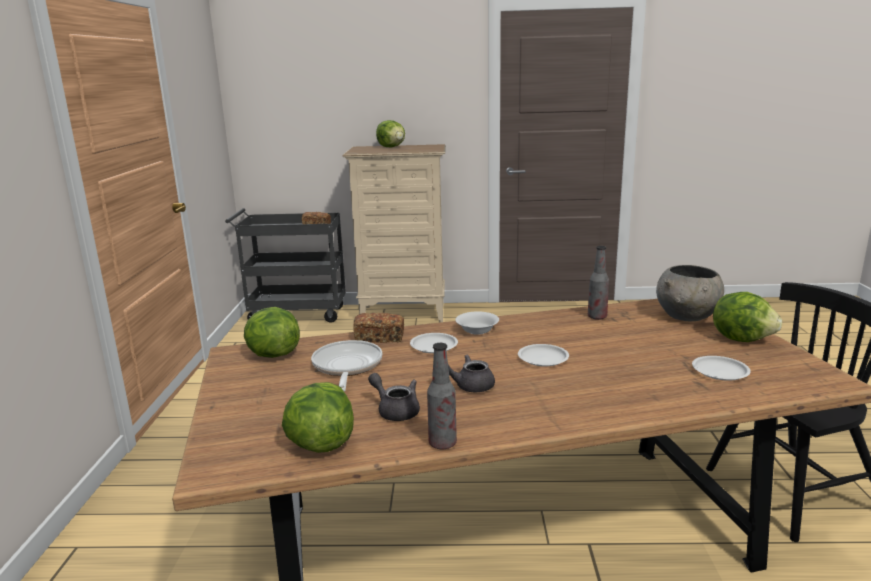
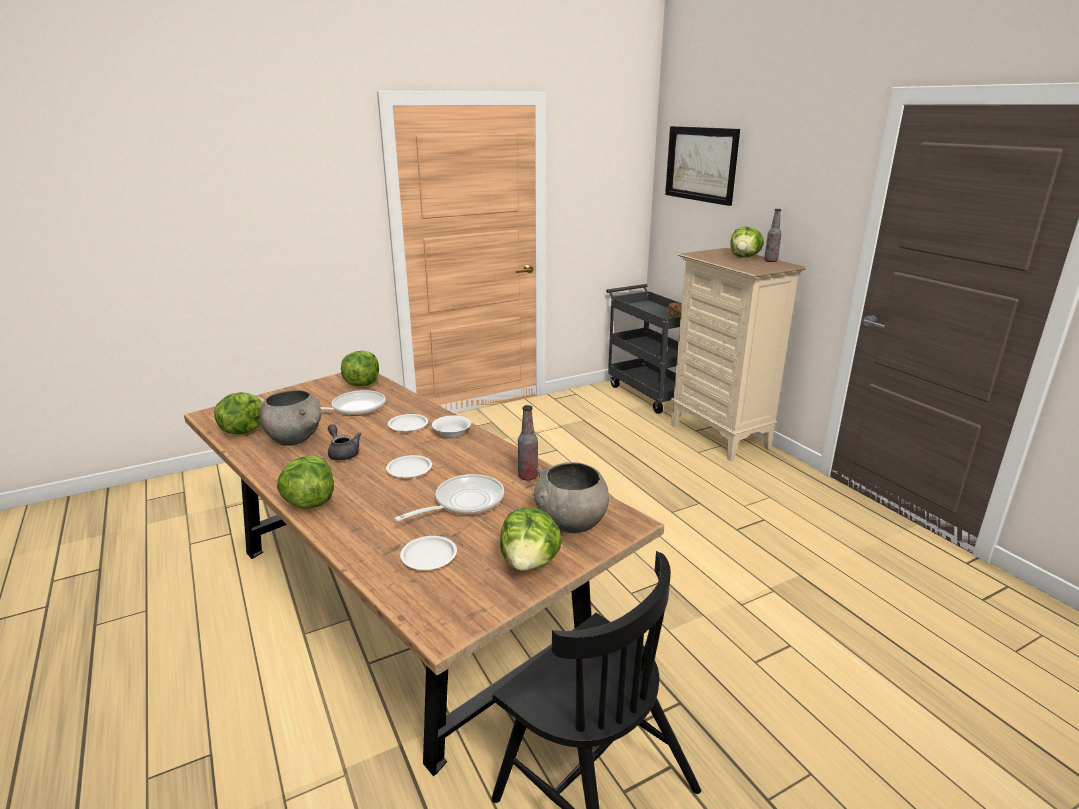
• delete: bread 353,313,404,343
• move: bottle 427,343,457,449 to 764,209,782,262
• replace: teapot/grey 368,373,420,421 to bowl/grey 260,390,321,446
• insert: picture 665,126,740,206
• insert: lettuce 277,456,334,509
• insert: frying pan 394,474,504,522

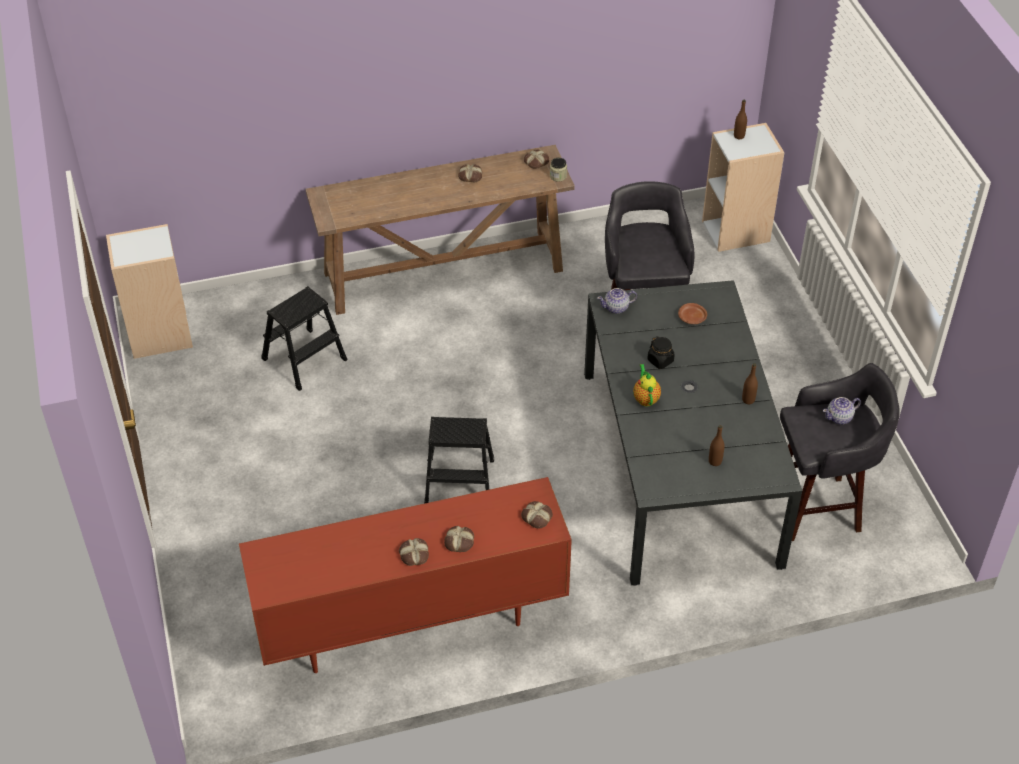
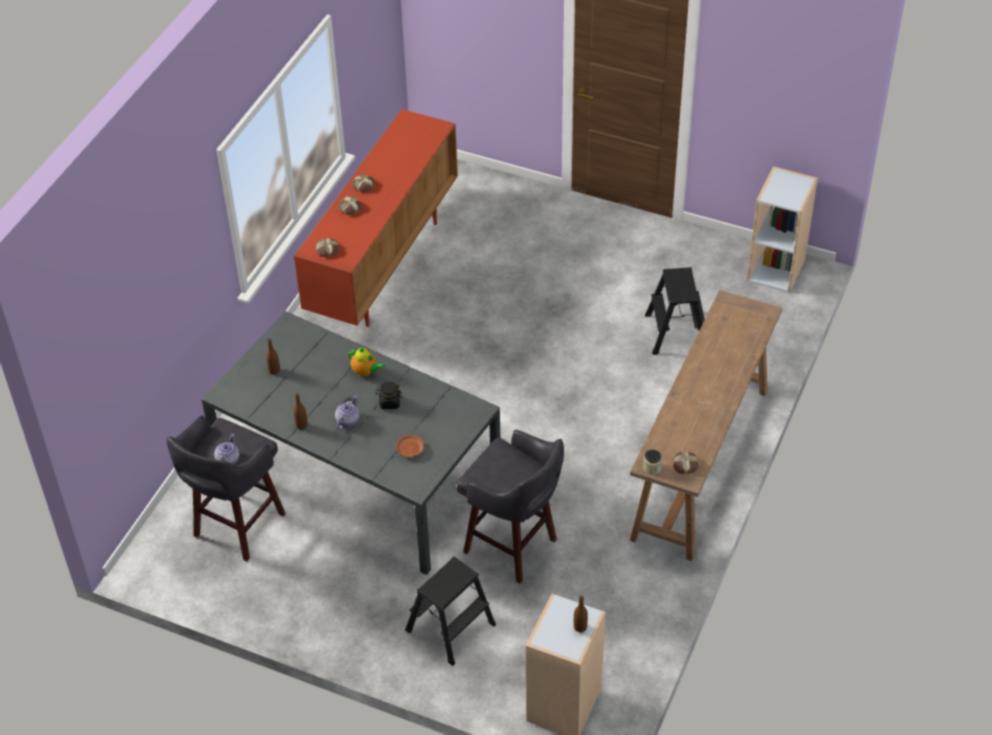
• delete: bread 458,164,482,182
• move: teapot 597,288,637,314 to 335,396,360,430
• move: step ladder/black 424,416,494,504 to 405,557,496,666

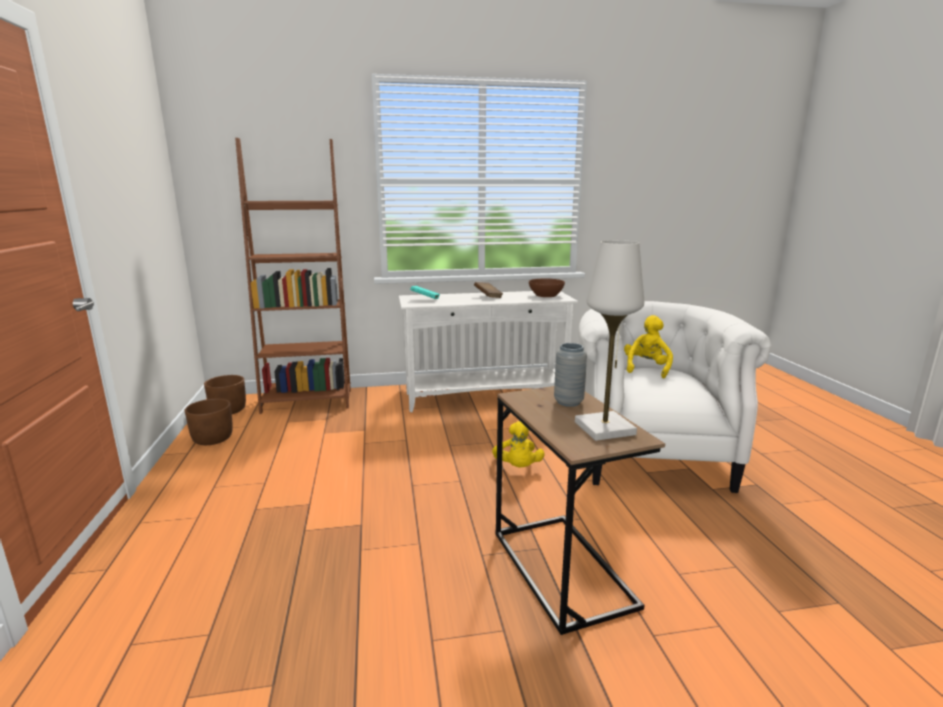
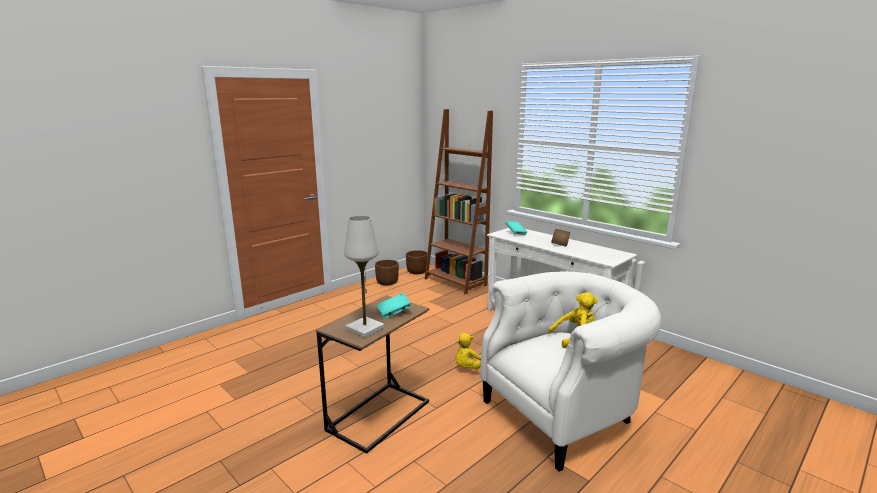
• delete: bowl/brown 529,278,565,297
• replace: vase/grey 554,343,587,407 to book/turquoise 377,293,411,319

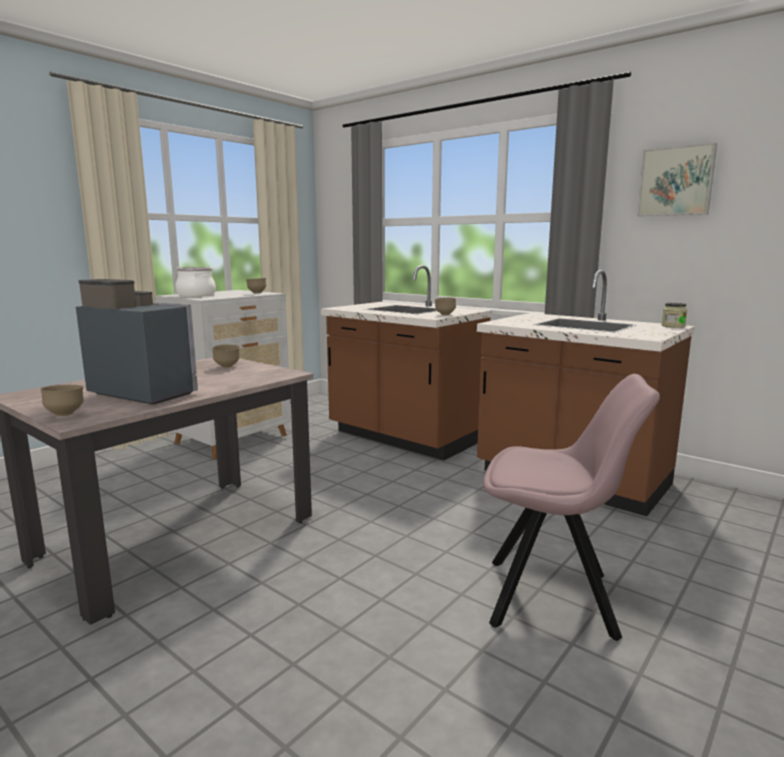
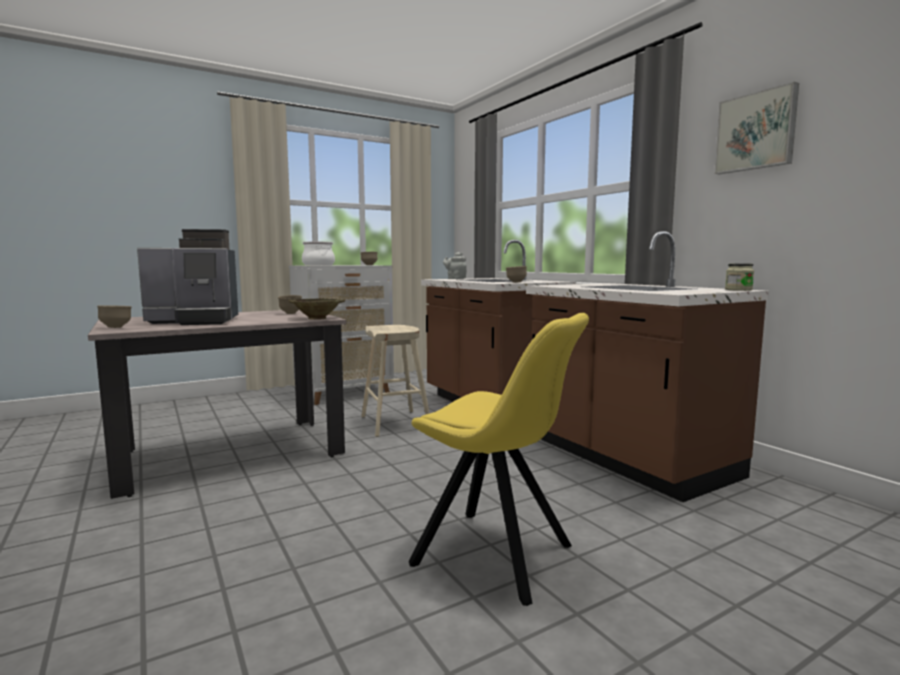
• rotate: coffee machine 76,279,198,405 = 137,229,238,325 120 degrees clockwise
• recolor: chair/pink 483,374,660,641 to chair/yellow 409,313,589,606
• insert: teapot/grey 443,252,467,279
• insert: bowl/beige 289,299,345,320
• insert: stool/beige 361,325,430,437

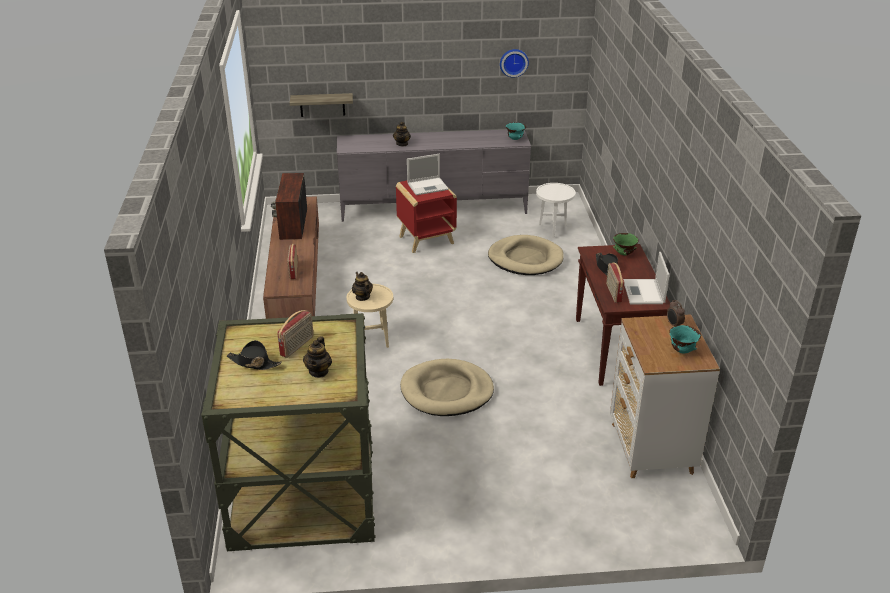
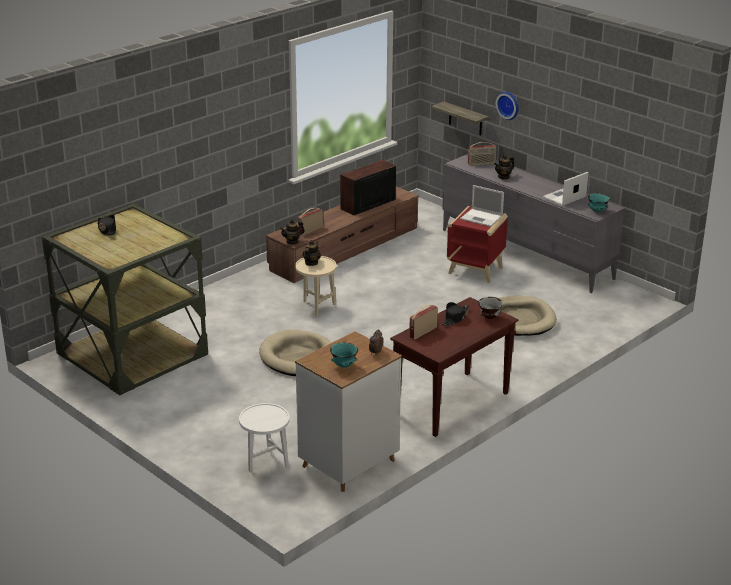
• move: wall clock 500,49,529,77 to 496,92,519,120
• move: side table/white 536,183,575,238 to 239,403,290,472
• recolor: bowl/green 613,233,639,255 to bowl/grey 478,297,503,319
• move: laptop 623,252,670,304 to 543,172,588,206
• move: radio 277,310,314,358 to 468,142,496,166
• move: teapot 303,336,332,378 to 280,219,305,245

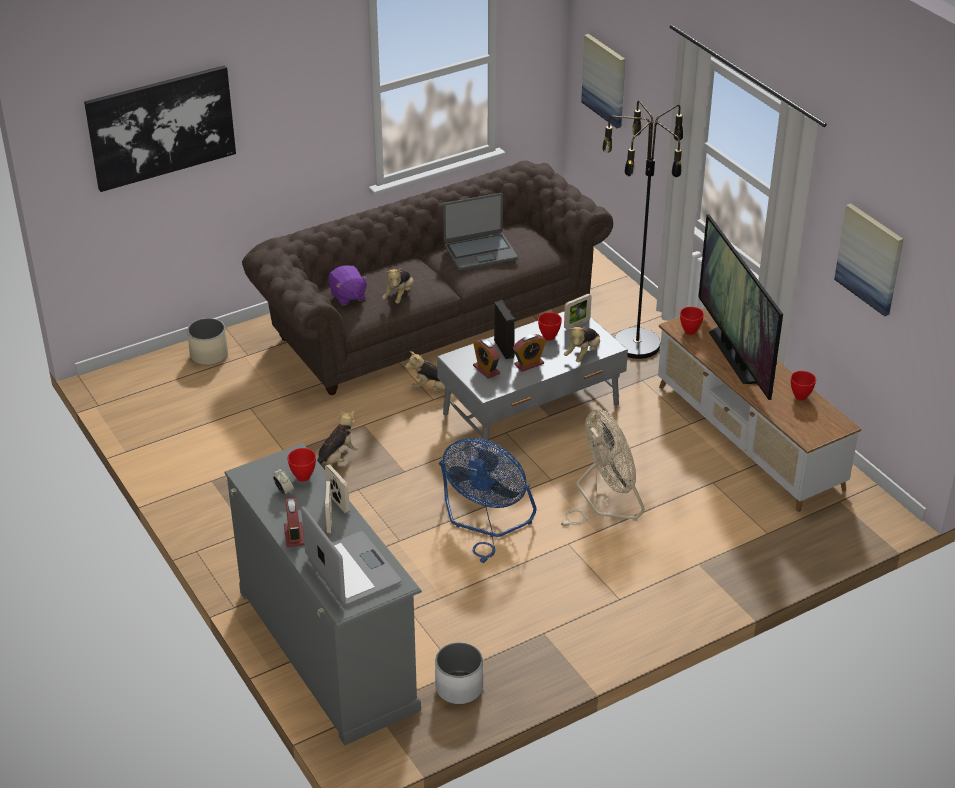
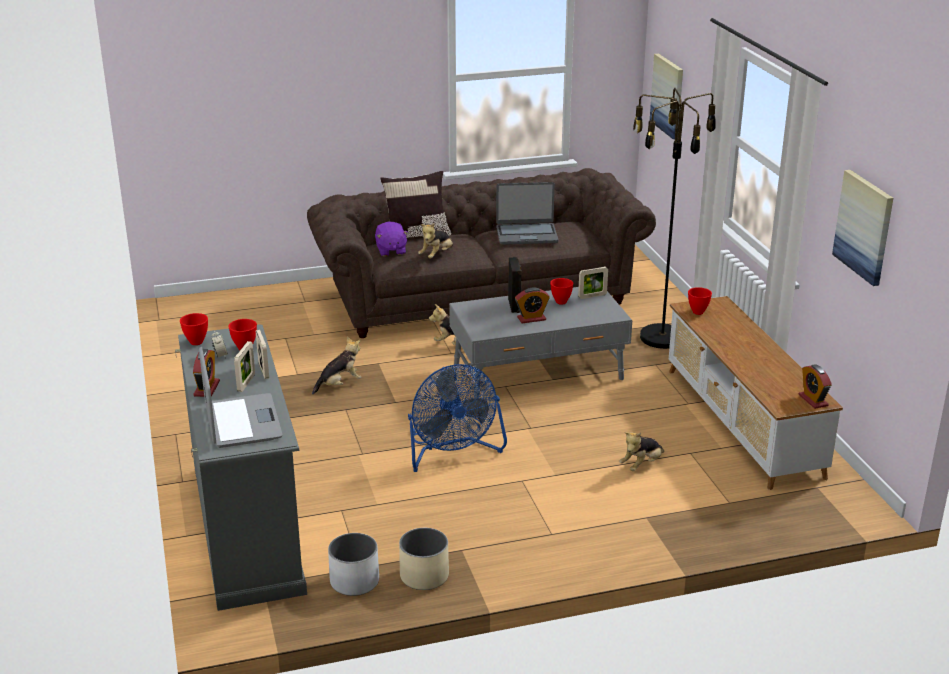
• delete: picture 84,65,236,192
• delete: television 698,214,783,400
• move: planter/beige 187,318,228,365 to 399,528,449,590
• move: plush toy 564,327,600,362 to 619,432,664,471
• move: alarm clock 473,339,500,379 to 799,364,832,409
• move: bowl/red 791,371,816,400 to 180,313,208,345
• delete: fan/beige 561,409,644,526
• rotate: fan/blue 439,438,536,563 = 408,364,507,472 120 degrees clockwise
• insert: pillow 380,171,451,238

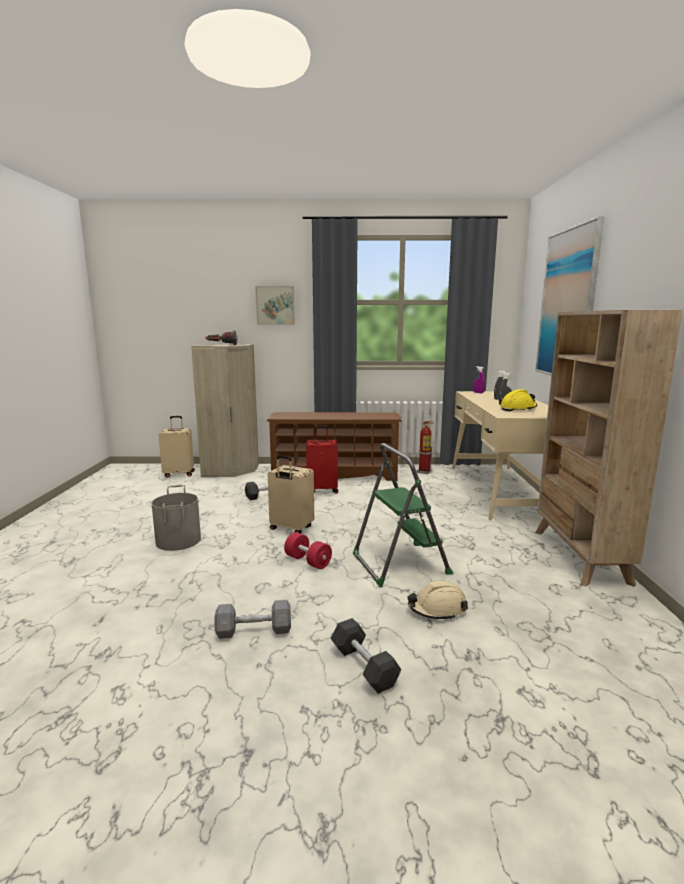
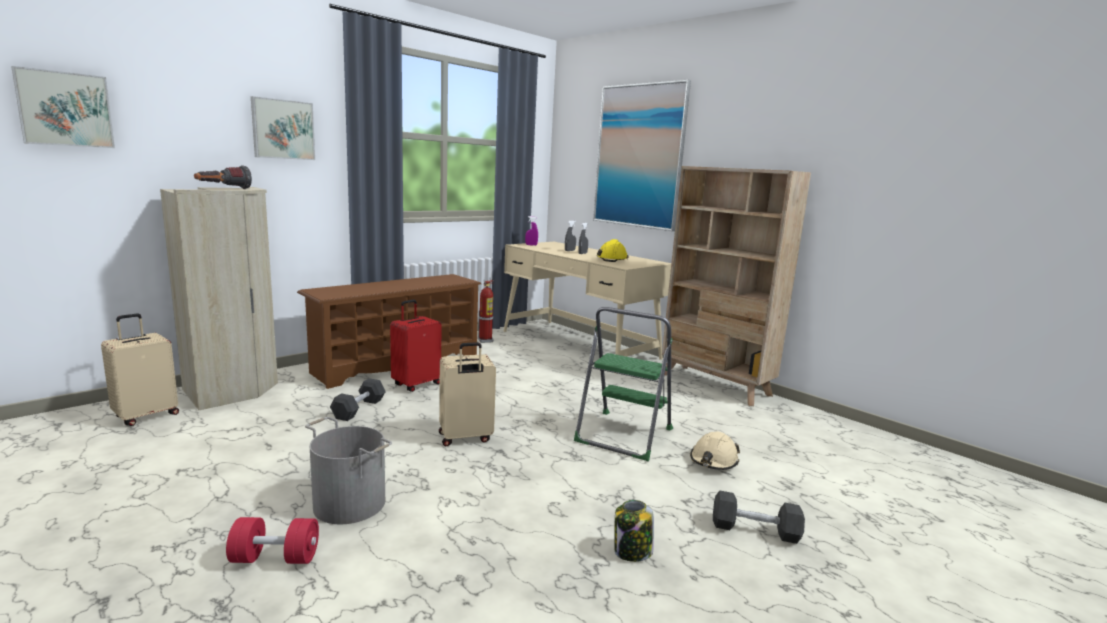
• move: dumbbell/red 284,532,332,569 to 226,517,319,564
• replace: dumbbell/grey 215,600,291,639 to jar 614,500,654,562
• insert: picture 11,66,115,148

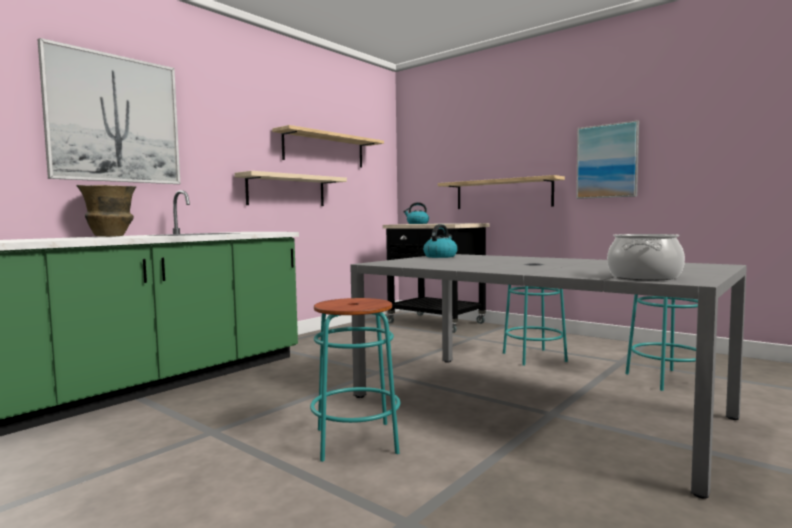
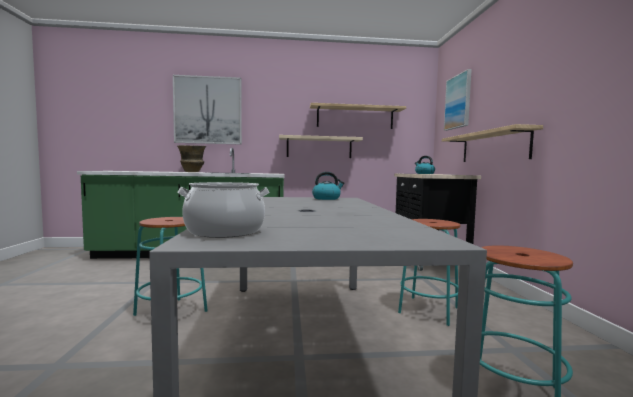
• move: picture 576,120,639,199 to 444,69,472,131

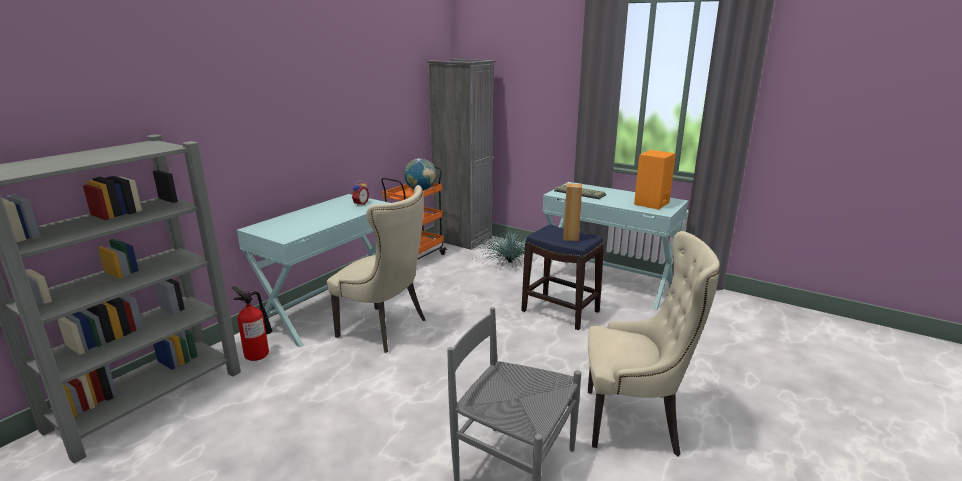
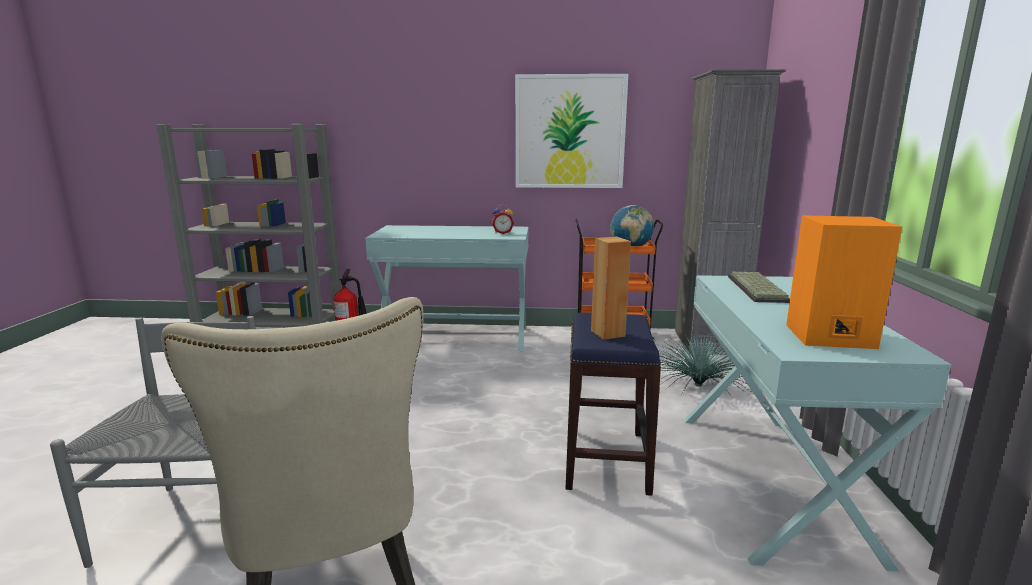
• delete: chair/beige 327,185,425,353
• insert: picture 515,74,628,188

